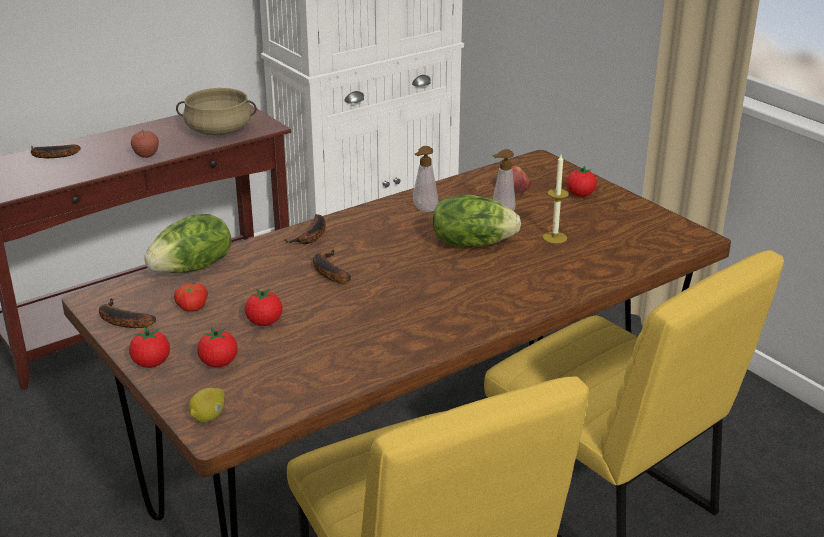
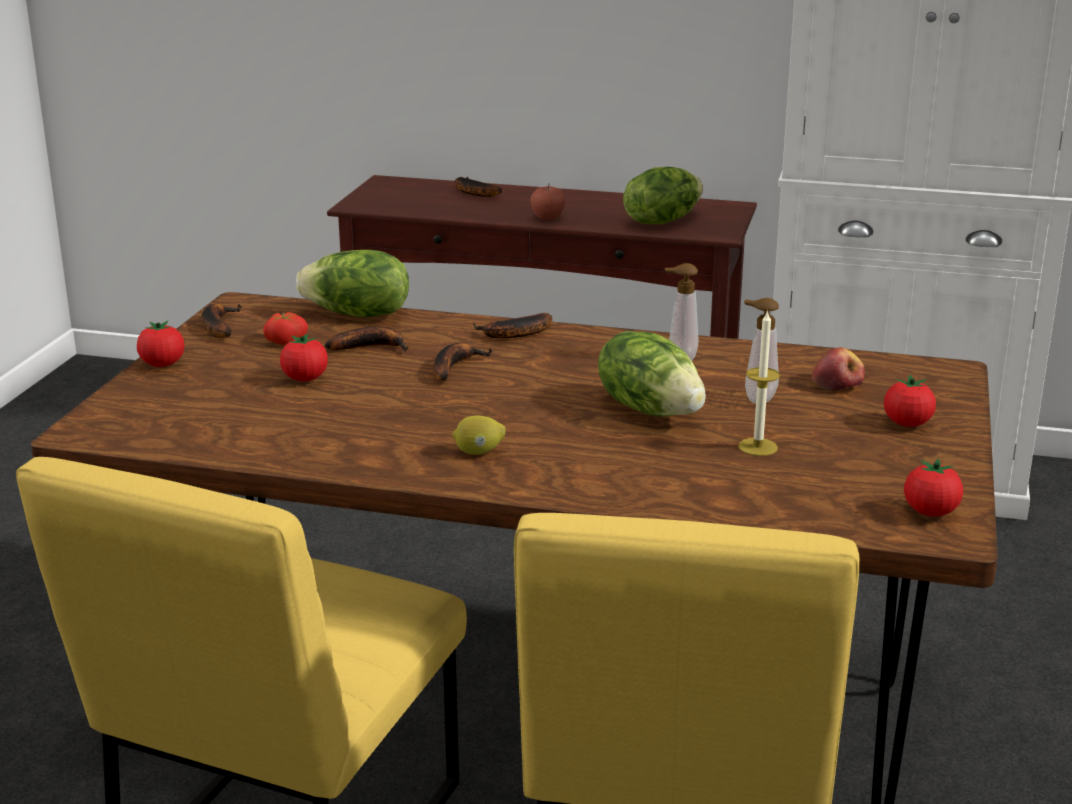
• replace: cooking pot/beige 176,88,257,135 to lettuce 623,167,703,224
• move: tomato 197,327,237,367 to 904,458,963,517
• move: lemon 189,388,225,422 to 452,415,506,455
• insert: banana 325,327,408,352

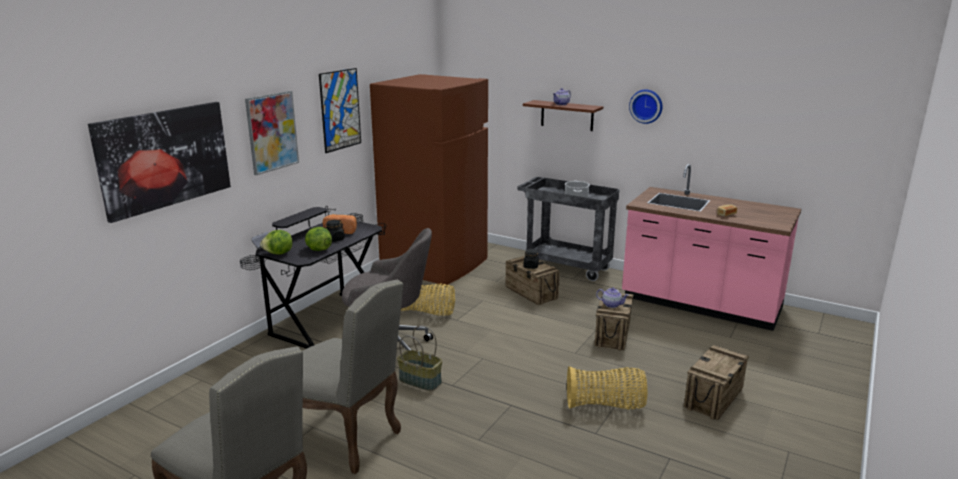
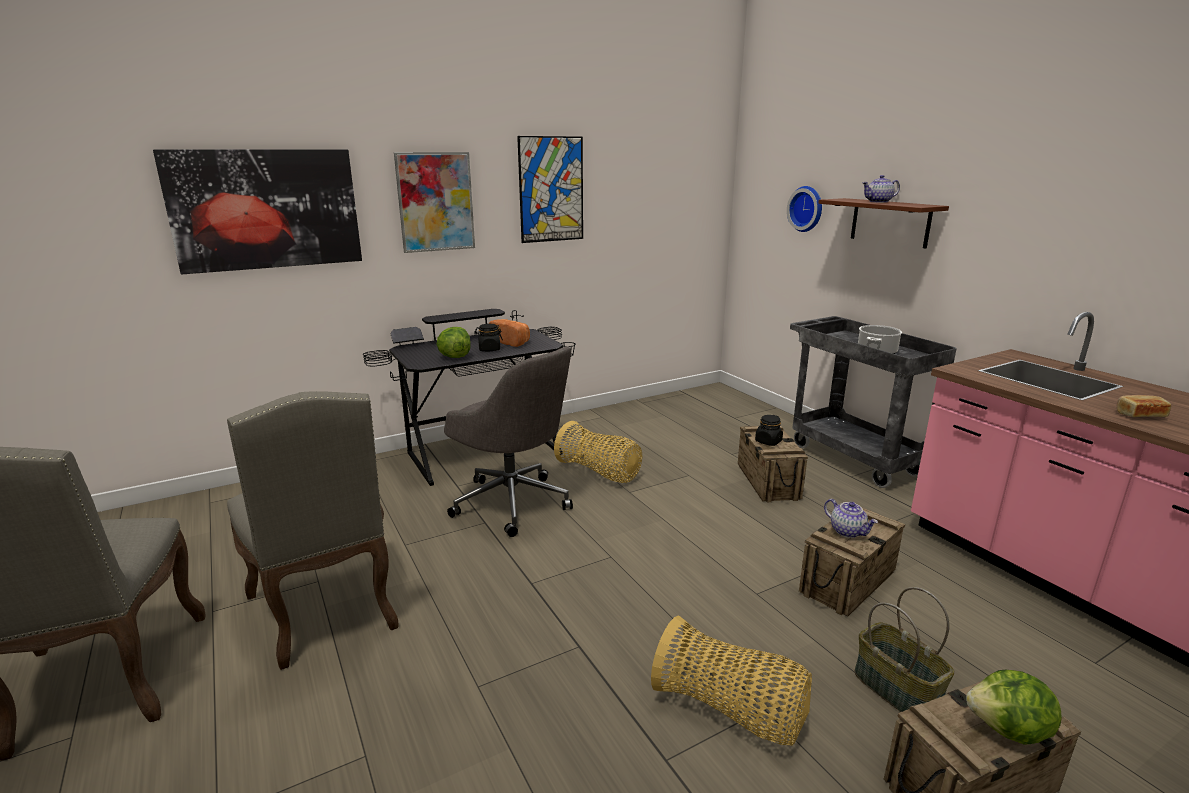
• delete: fridge/brown 370,74,488,286
• move: wall clock 629,89,662,124 to 787,186,822,232
• move: lettuce 260,230,293,255 to 966,670,1062,745
• move: basket 397,325,442,391 to 854,587,954,712

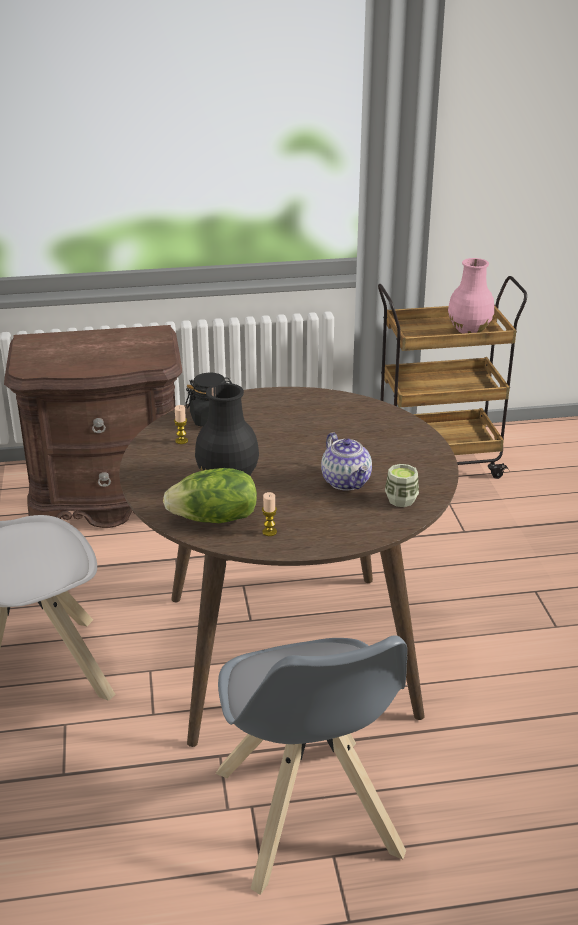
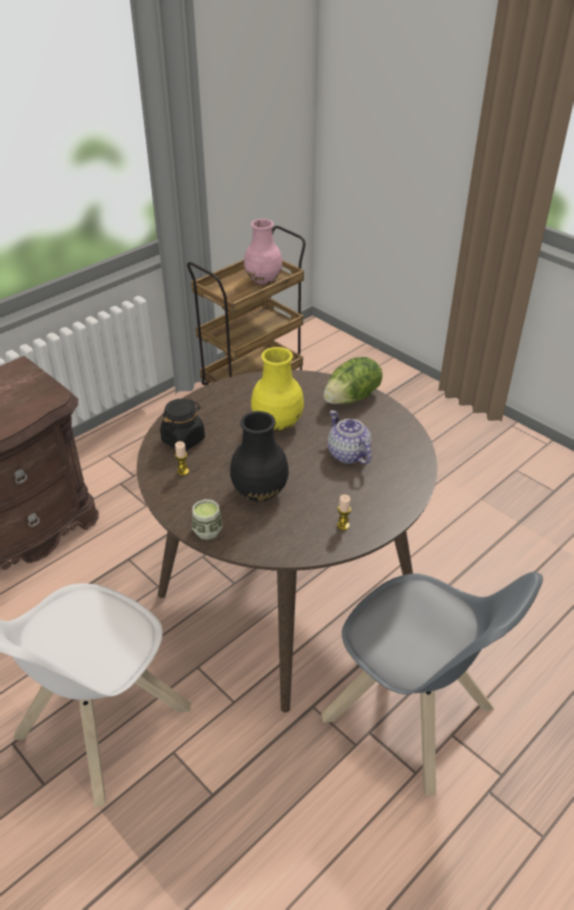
• rotate: teapot 321,432,372,491 = 328,410,372,464 150 degrees counterclockwise
• move: cup 385,464,419,507 to 192,499,223,540
• move: lettuce 163,468,257,523 to 323,357,383,404
• insert: vase/yellow 251,347,304,432

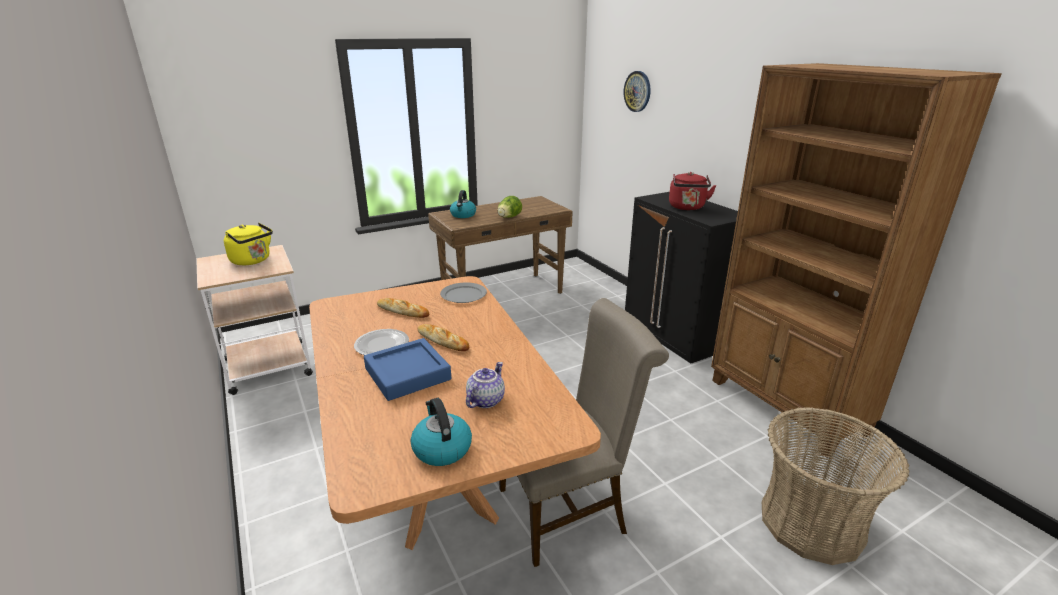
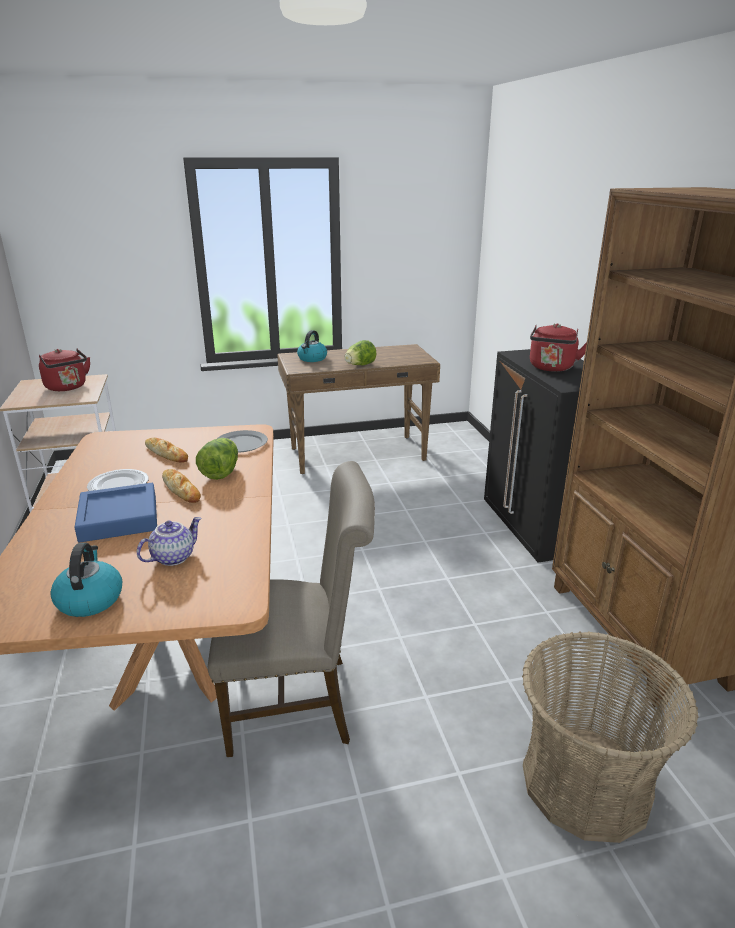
• delete: wall clock 624,71,650,112
• recolor: kettle/yellow 224,223,273,265 to kettle/red 39,348,90,391
• insert: lettuce 196,438,238,480

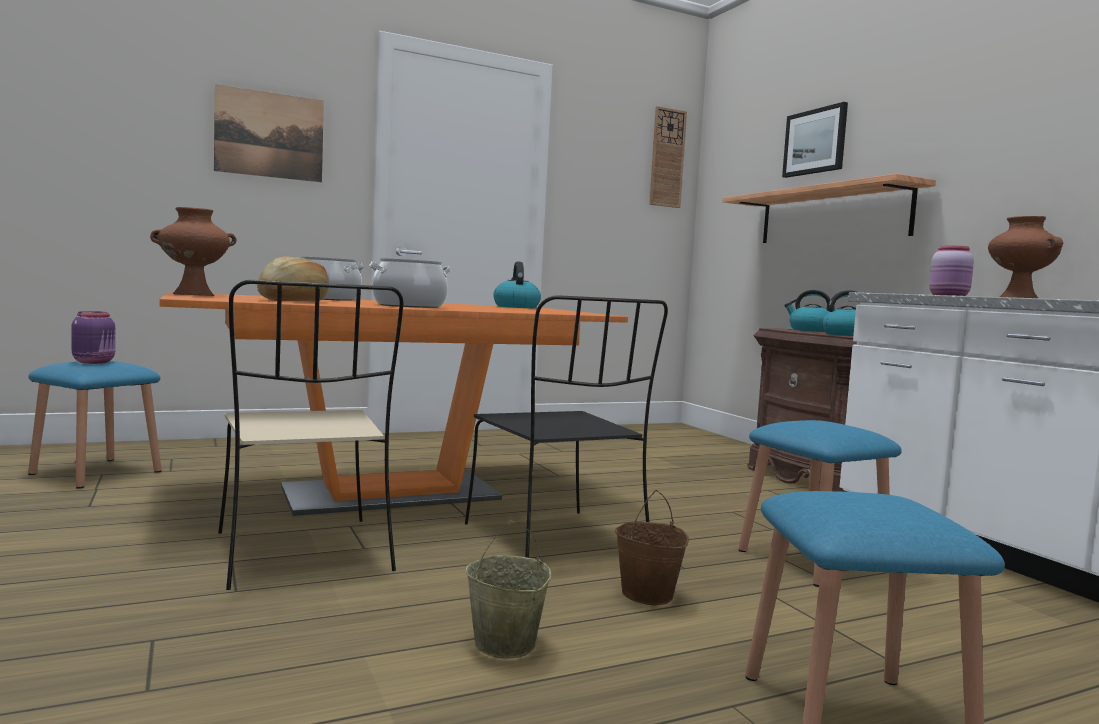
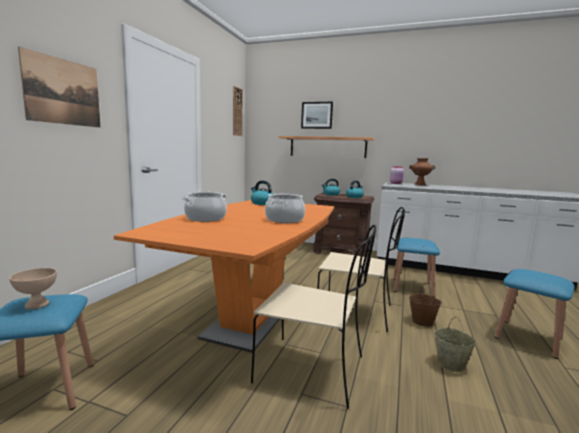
• delete: vase/brown 150,207,236,296
• delete: bread 257,256,329,301
• recolor: chair/black 465,295,668,558 to chair/beige 317,207,405,332
• replace: jar/purple 71,311,115,364 to bowl/beige 9,268,57,309

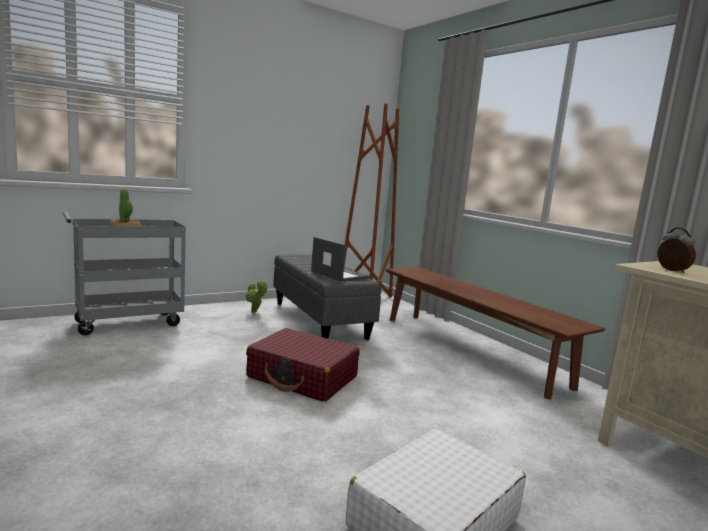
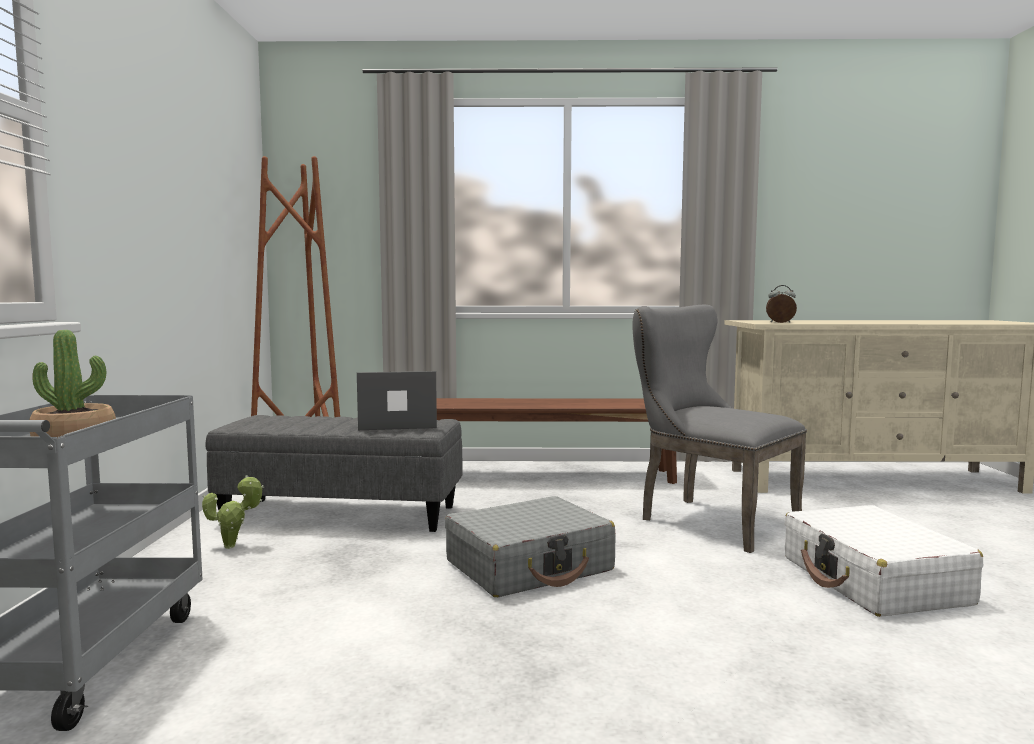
• recolor: suitcase/red 246,328,360,402 to suitcase/grey 445,496,616,597
• insert: chair/grey 632,305,807,553

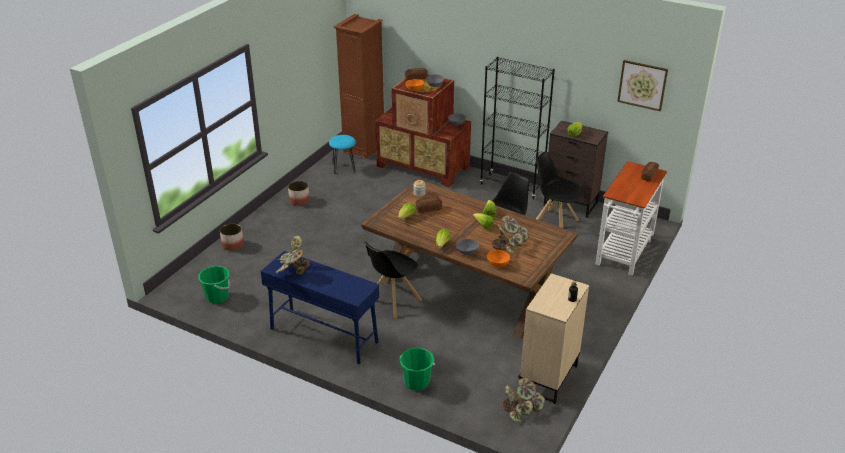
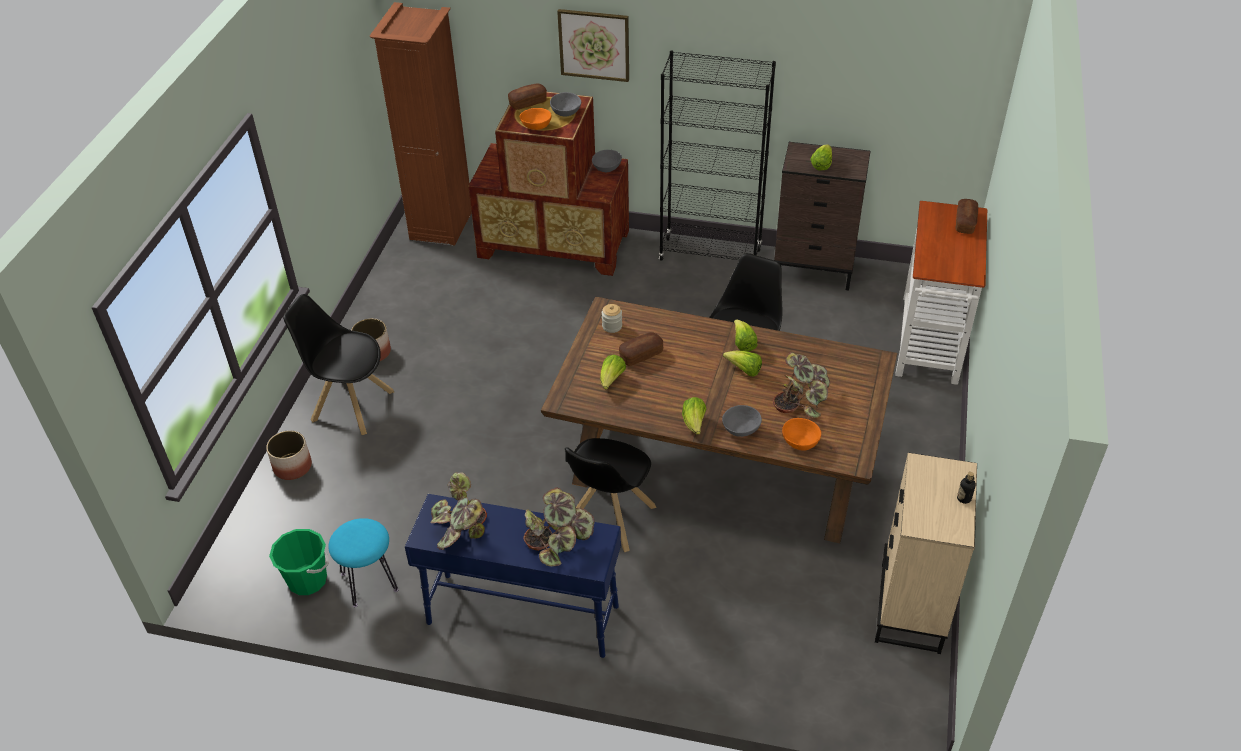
• move: picture 617,60,668,111 to 557,9,629,82
• move: stool/turquoise 329,135,356,174 to 329,518,398,607
• move: chair/black 536,151,581,228 to 283,294,394,435
• delete: bucket/green 399,347,435,391
• move: potted plant 502,377,545,422 to 523,488,594,566

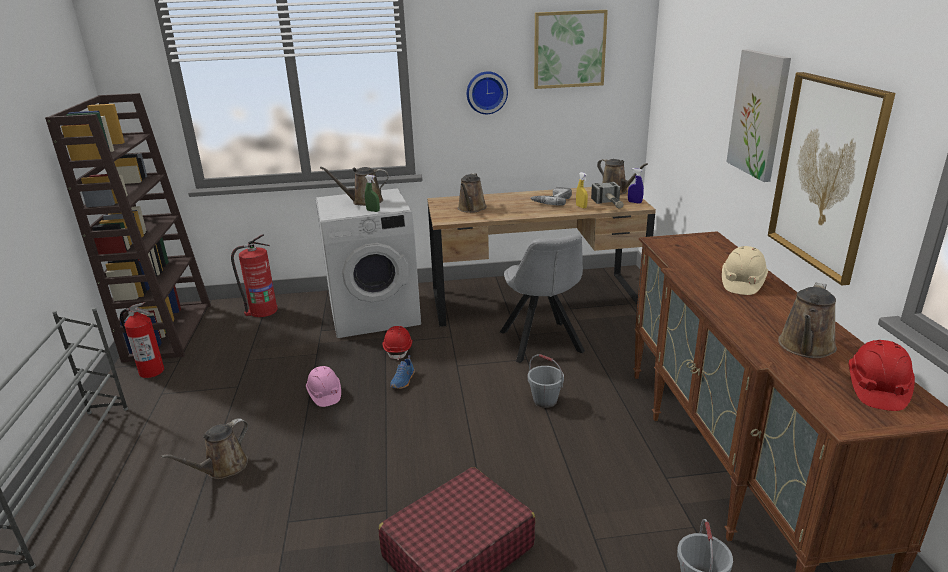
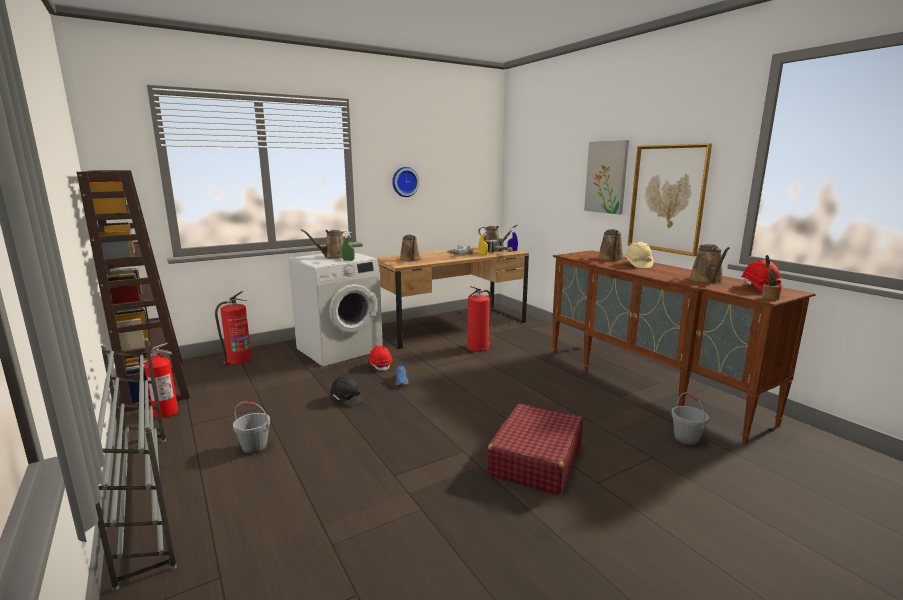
• delete: picture 534,10,608,89
• replace: chair/grey 500,234,585,363 to fire extinguisher 467,286,492,351
• move: bucket/grey 528,354,564,408 to 233,401,270,454
• recolor: hard hat/pink 306,366,341,407 to hard hat/black 330,375,364,406
• move: watering can/brown 161,418,248,479 to 598,229,624,261
• insert: potted plant 762,255,782,300

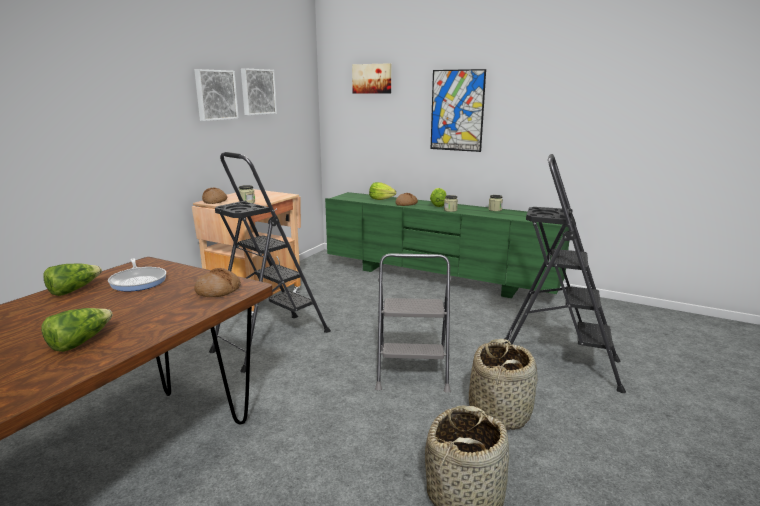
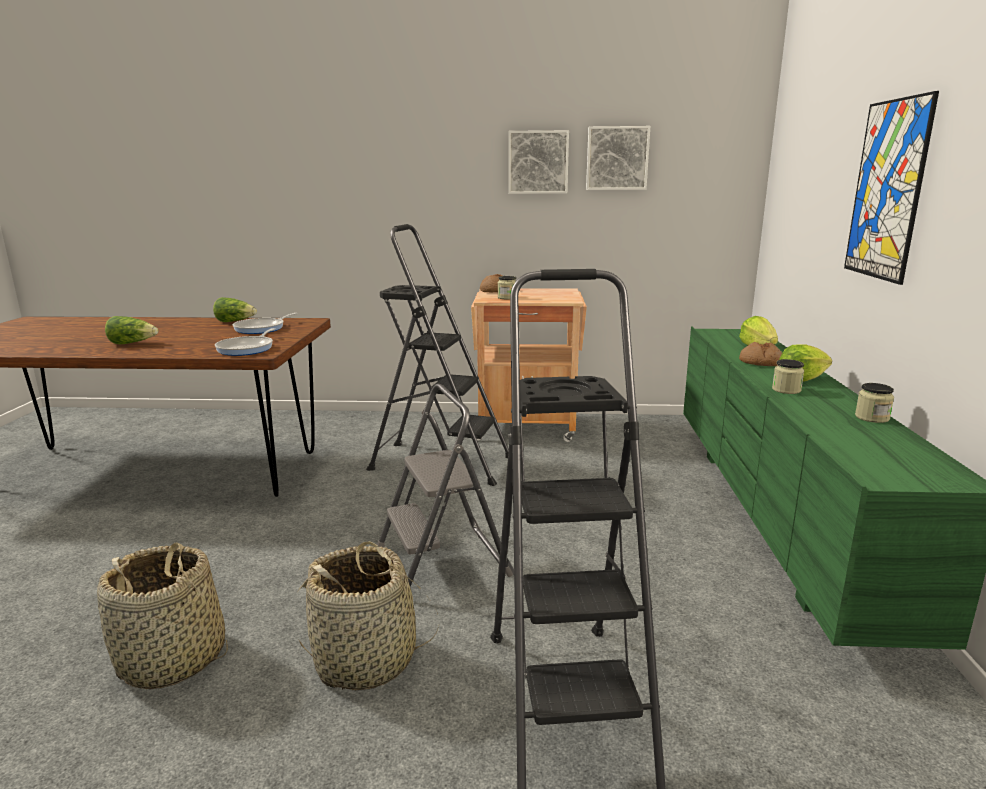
• delete: picture 352,63,391,94
• replace: bread 194,268,241,297 to frying pan 215,328,275,356

